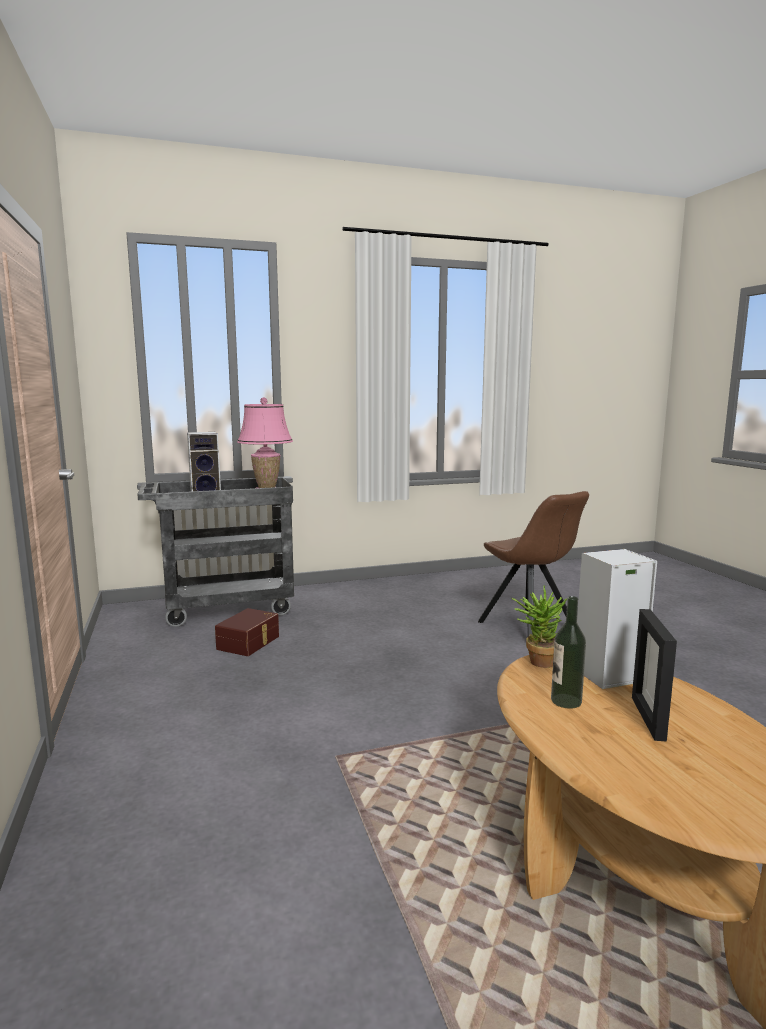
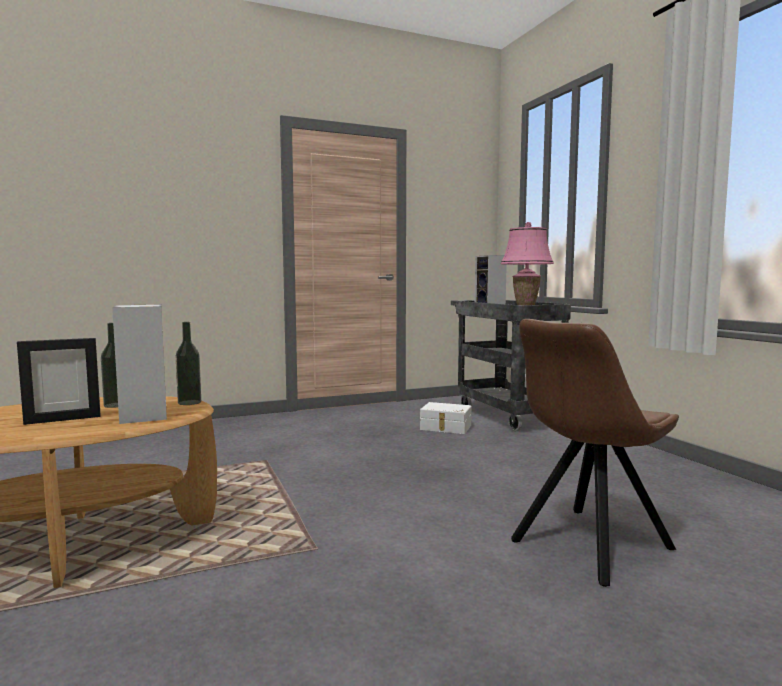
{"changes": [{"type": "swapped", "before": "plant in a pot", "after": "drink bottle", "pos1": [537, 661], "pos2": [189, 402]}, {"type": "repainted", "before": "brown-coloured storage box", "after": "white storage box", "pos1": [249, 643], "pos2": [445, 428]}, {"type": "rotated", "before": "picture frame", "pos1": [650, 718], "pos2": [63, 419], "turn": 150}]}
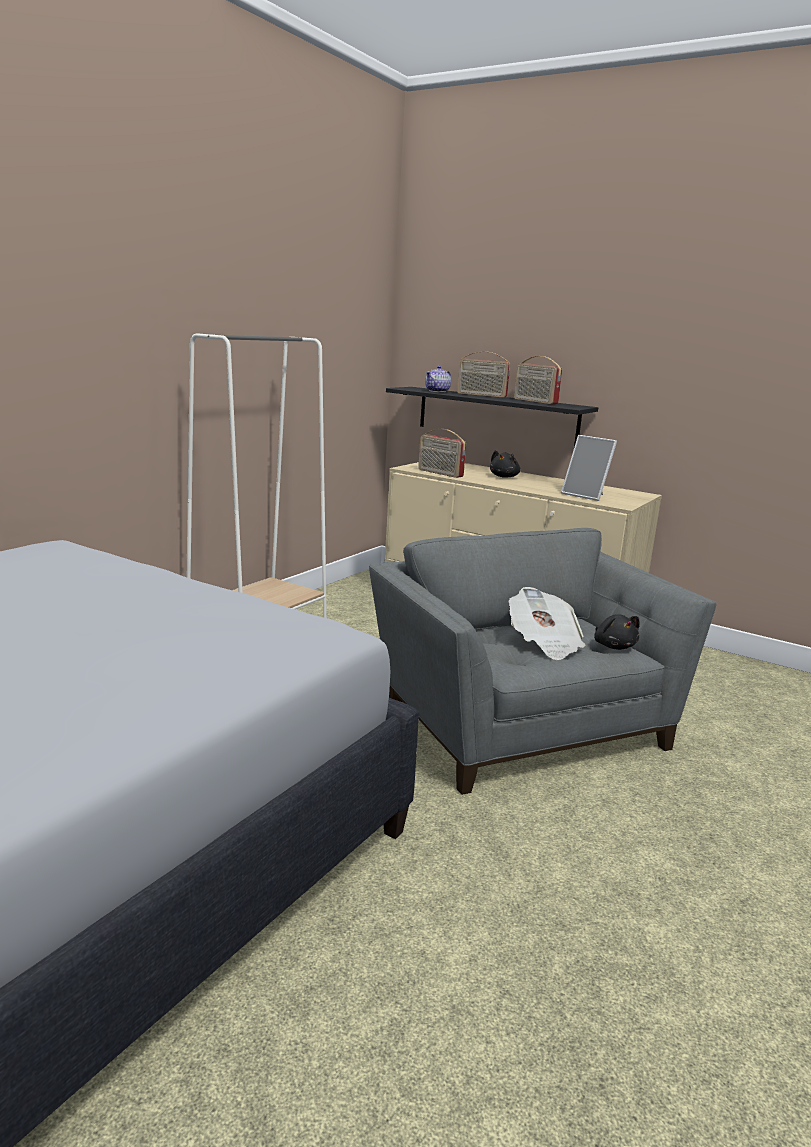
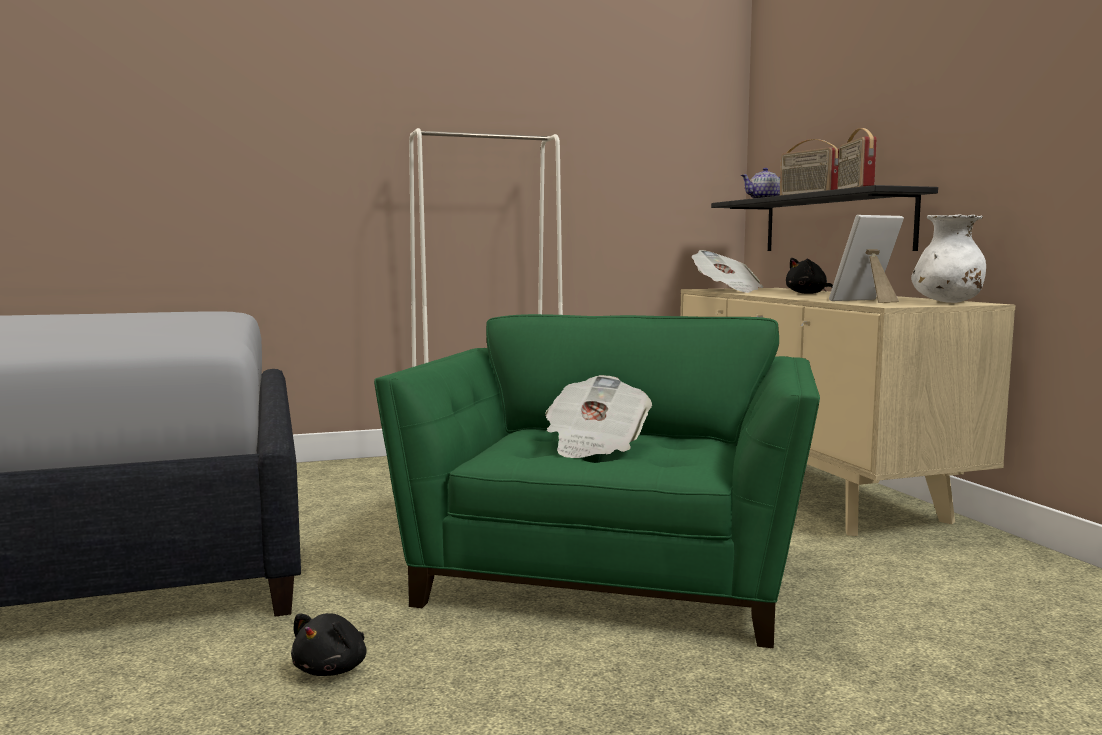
{"changes": [{"type": "new", "after": "white decorative vase", "pos2": [947, 302]}, {"type": "shifted", "before": "black soft toy", "pos1": [614, 646], "pos2": [333, 669]}, {"type": "swapped", "before": "radio receiver", "after": "newspaper", "pos1": [439, 473], "pos2": [727, 291]}, {"type": "repainted", "before": "grey lounge chair", "after": "greenish lounge chair", "pos1": [521, 723], "pos2": [610, 573]}, {"type": "rotated", "before": "picture frame", "pos1": [586, 495], "pos2": [866, 301], "turn": 75}]}
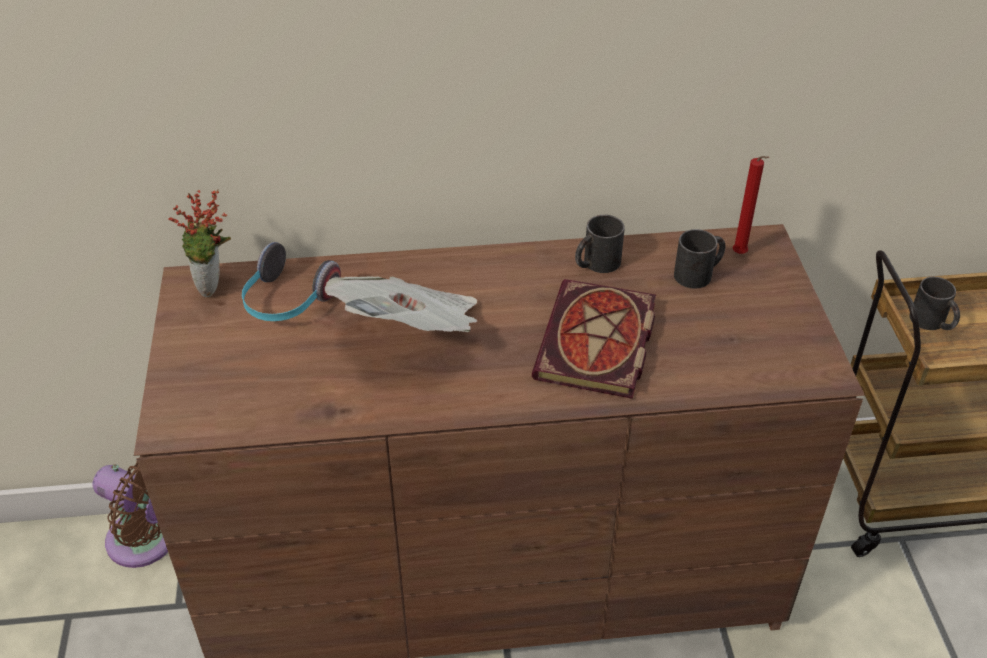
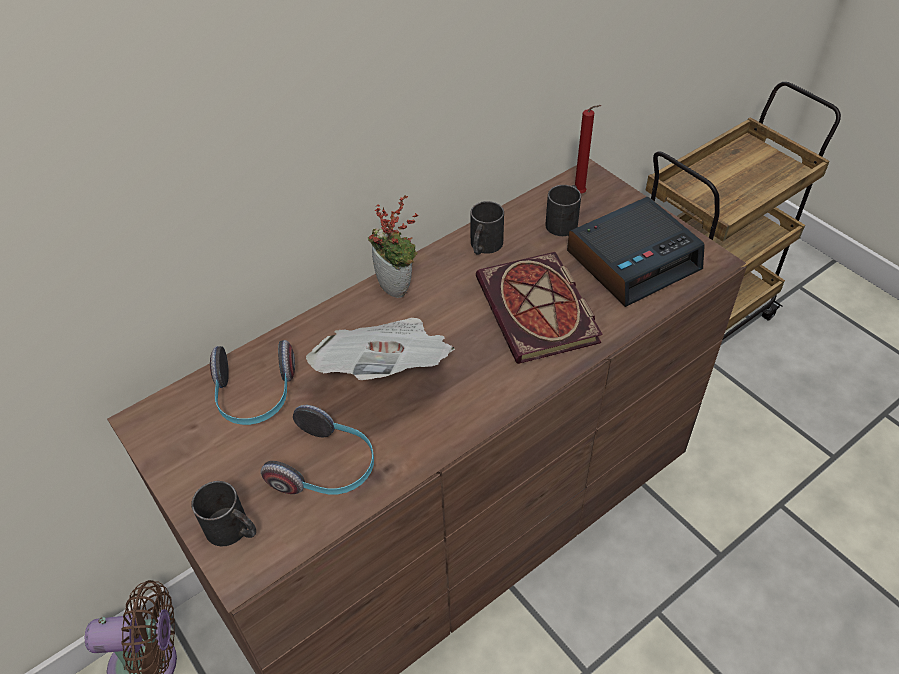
{"changes": [{"type": "new", "after": "headphones", "pos2": [327, 468]}, {"type": "new", "after": "table clock", "pos2": [633, 260]}, {"type": "shifted", "before": "plant in a pot", "pos1": [214, 287], "pos2": [398, 287]}, {"type": "shifted", "before": "black tea mug", "pos1": [932, 322], "pos2": [234, 530]}]}
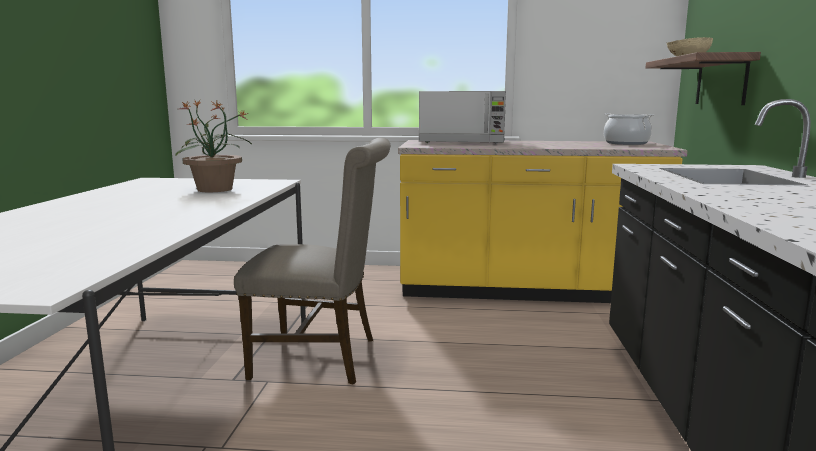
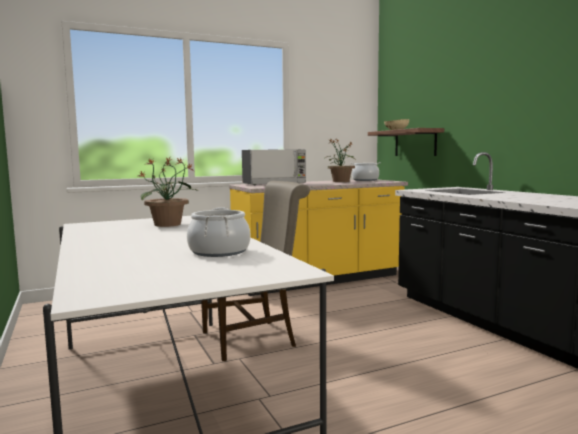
{"changes": [{"type": "new", "after": "cooking pot", "pos2": [219, 251]}, {"type": "new", "after": "plant in a pot", "pos2": [341, 181]}]}
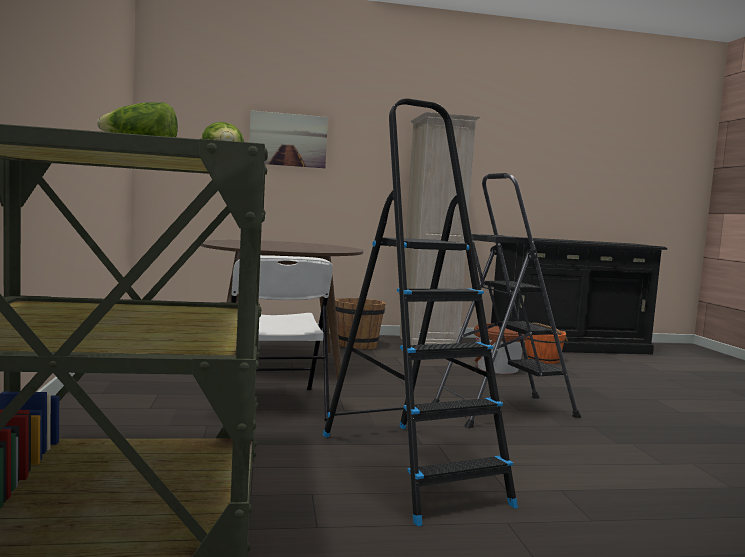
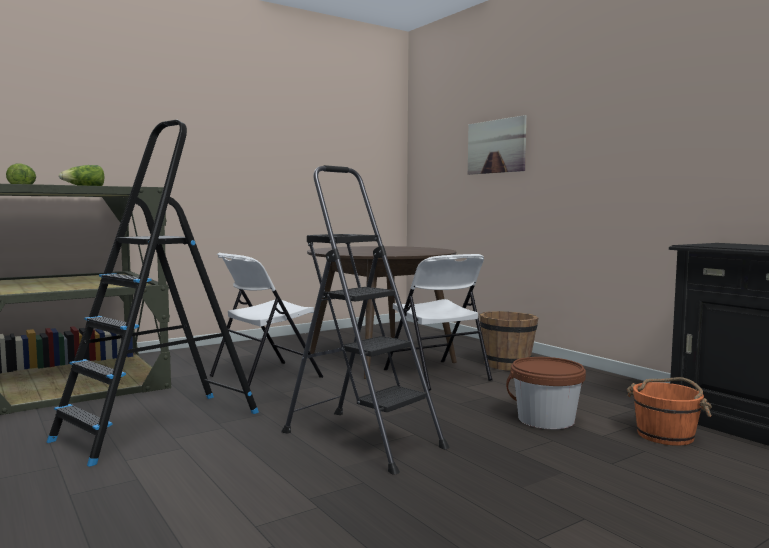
{"changes": [{"type": "gone", "before": "beige cabinet", "pos1": [428, 343]}, {"type": "new", "after": "white plain chair", "pos2": [436, 375]}]}
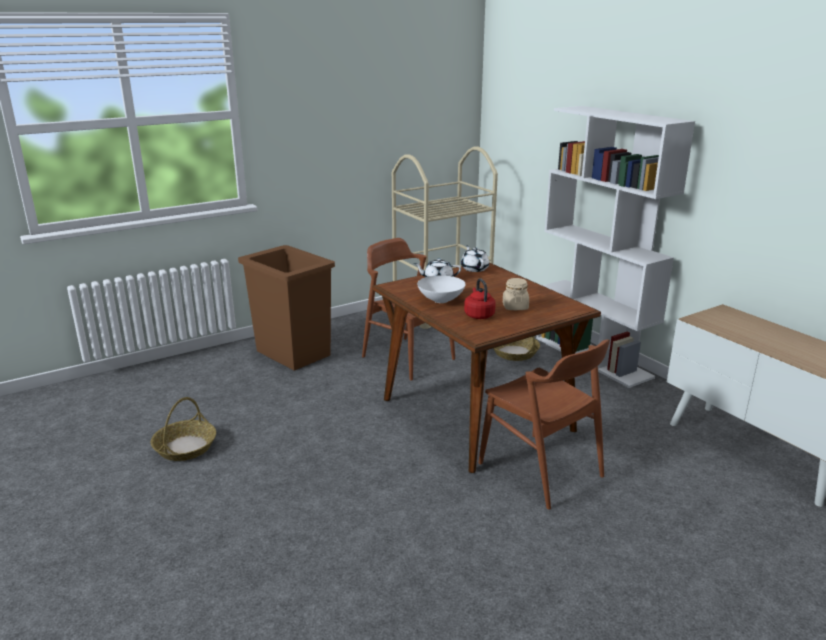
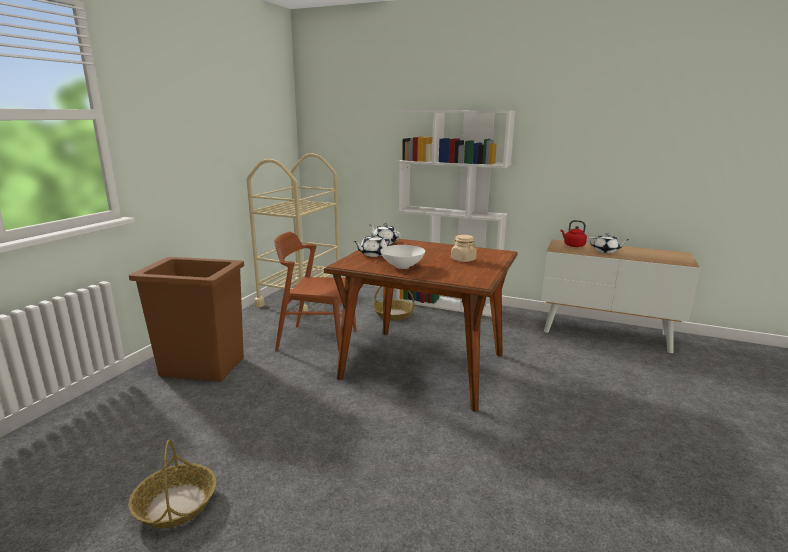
{"changes": [{"type": "gone", "before": "brown-coloured plain chair", "pos1": [540, 469]}, {"type": "new", "after": "white teapot", "pos2": [606, 251]}, {"type": "shifted", "before": "red-coloured tea kettle", "pos1": [478, 315], "pos2": [573, 245]}]}
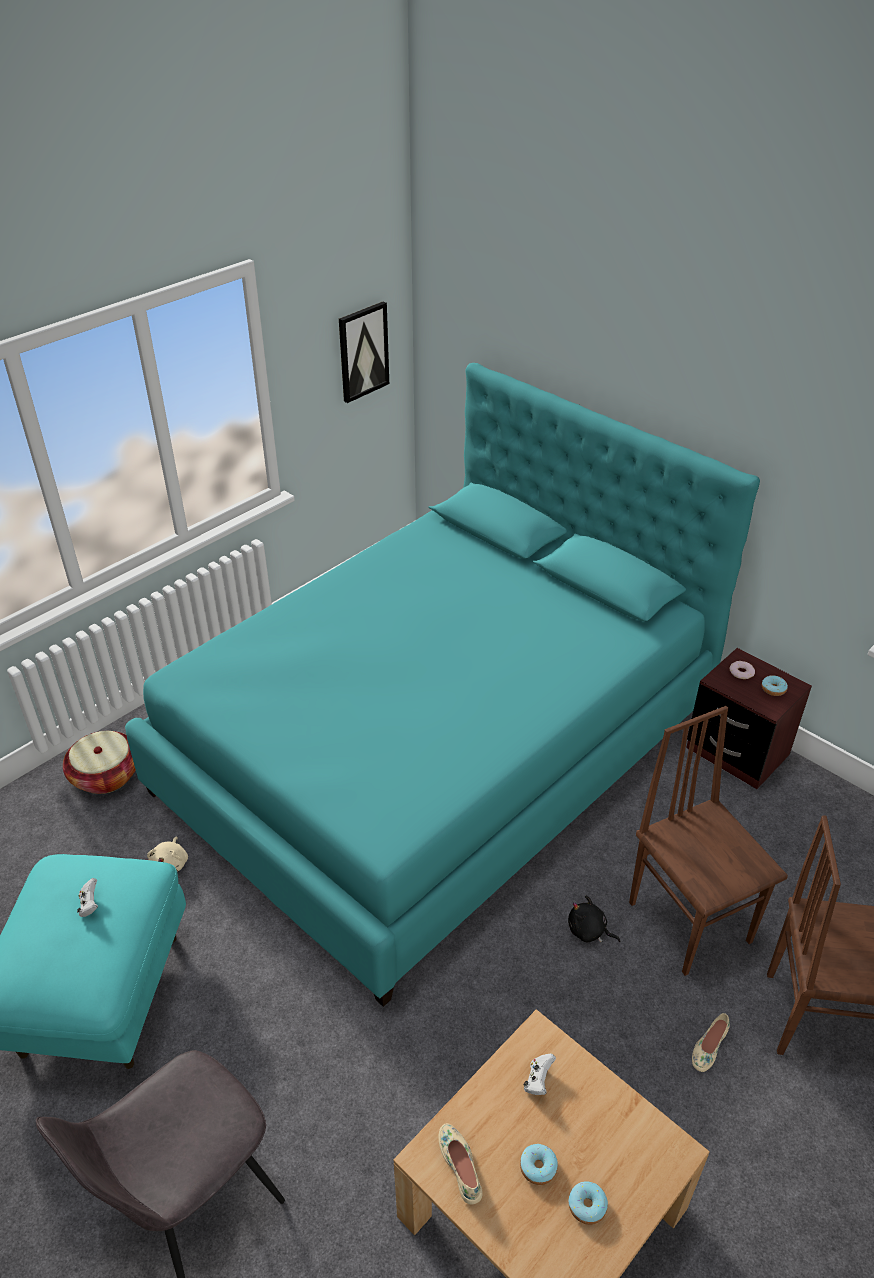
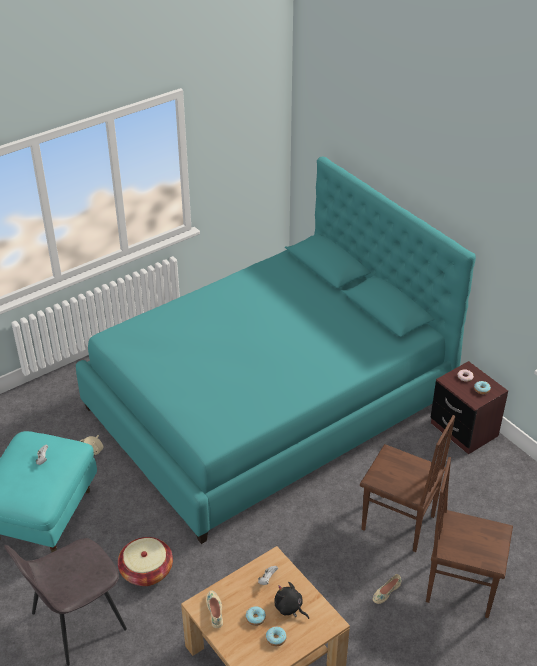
{"changes": [{"type": "gone", "before": "wall art", "pos1": [363, 351]}, {"type": "shifted", "before": "basket", "pos1": [106, 775], "pos2": [146, 571]}, {"type": "shifted", "before": "black soft toy", "pos1": [589, 931], "pos2": [289, 608]}, {"type": "rotated", "before": "brown-coloured plain chair", "pos1": [690, 920], "pos2": [398, 524], "turn": 135}]}
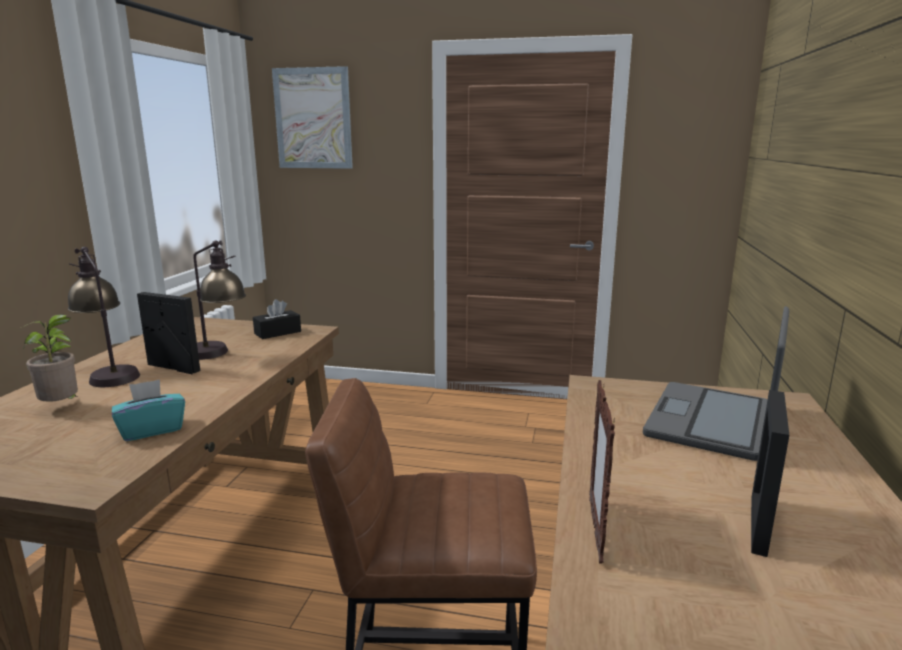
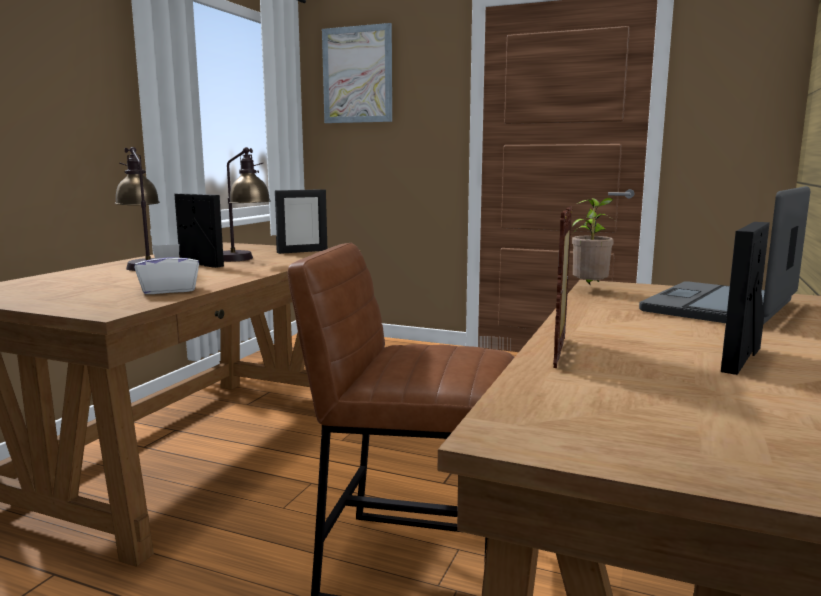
{"changes": [{"type": "shifted", "before": "plant in a pot", "pos1": [63, 407], "pos2": [590, 290]}, {"type": "swapped", "before": "black tissue holder", "after": "picture frame", "pos1": [277, 332], "pos2": [302, 251]}, {"type": "repainted", "before": "blue-green tissue holder", "after": "white tissue holder", "pos1": [152, 430], "pos2": [169, 290]}]}
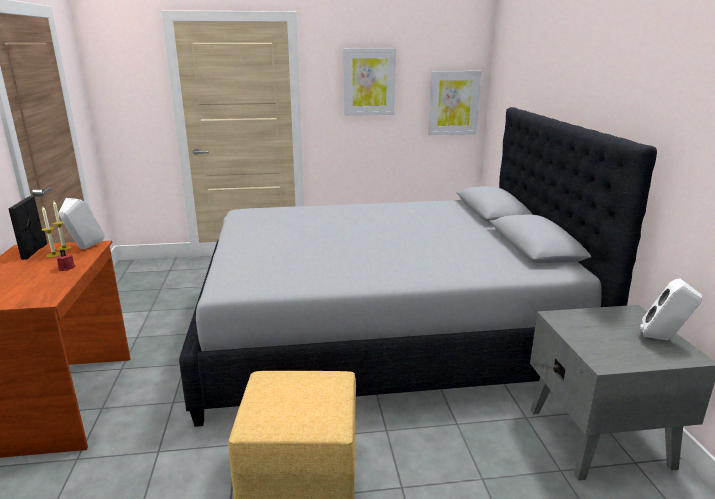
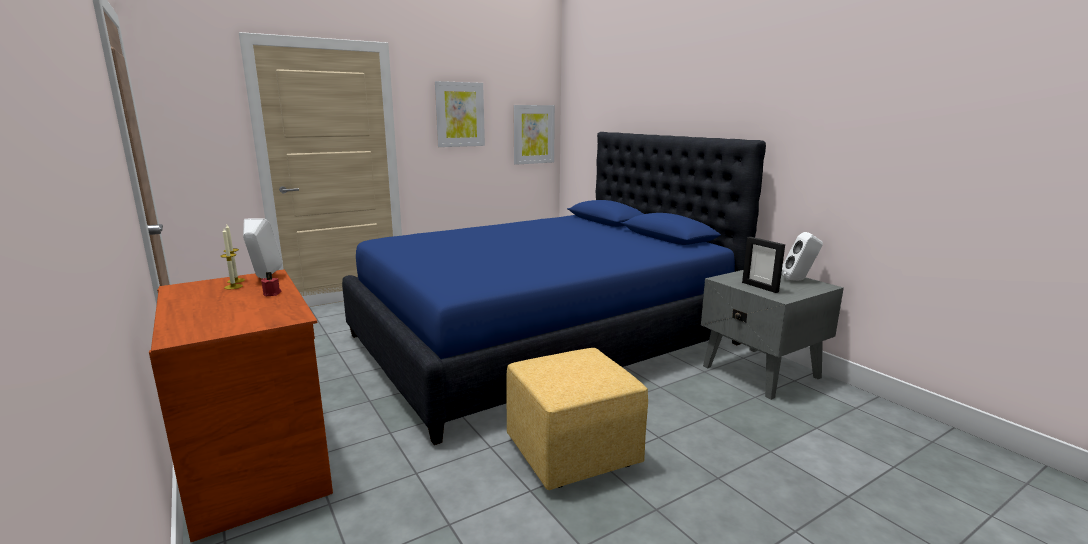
{"changes": [{"type": "shifted", "before": "picture frame", "pos1": [34, 251], "pos2": [760, 287]}, {"type": "repainted", "before": "grey bed", "after": "bluish bed", "pos1": [385, 333], "pos2": [544, 339]}]}
